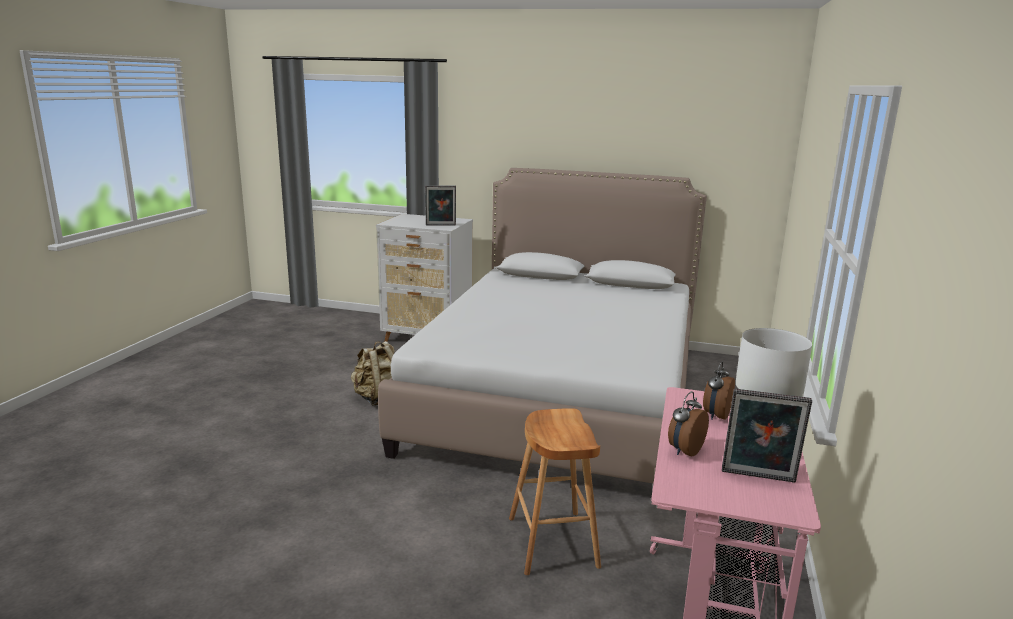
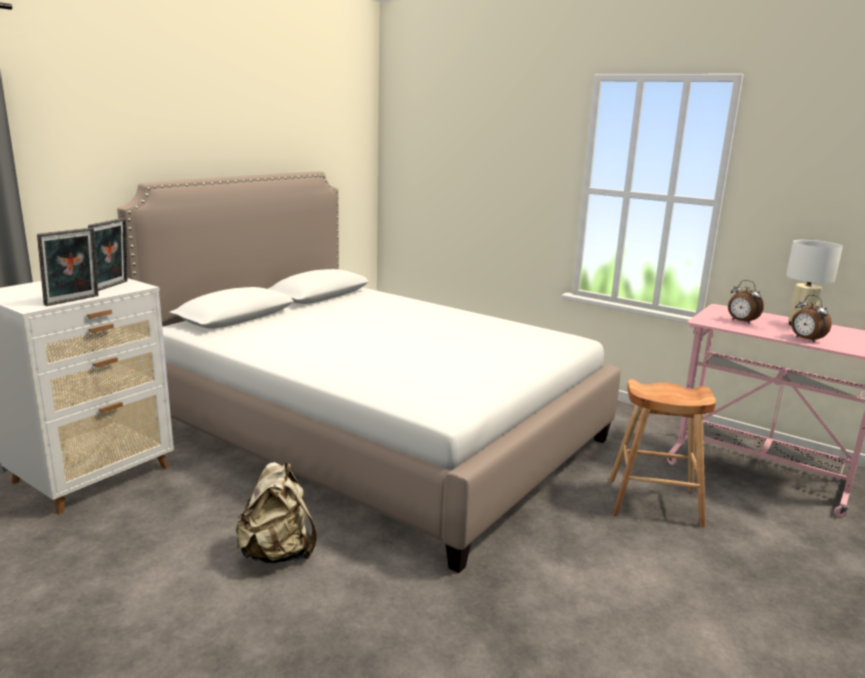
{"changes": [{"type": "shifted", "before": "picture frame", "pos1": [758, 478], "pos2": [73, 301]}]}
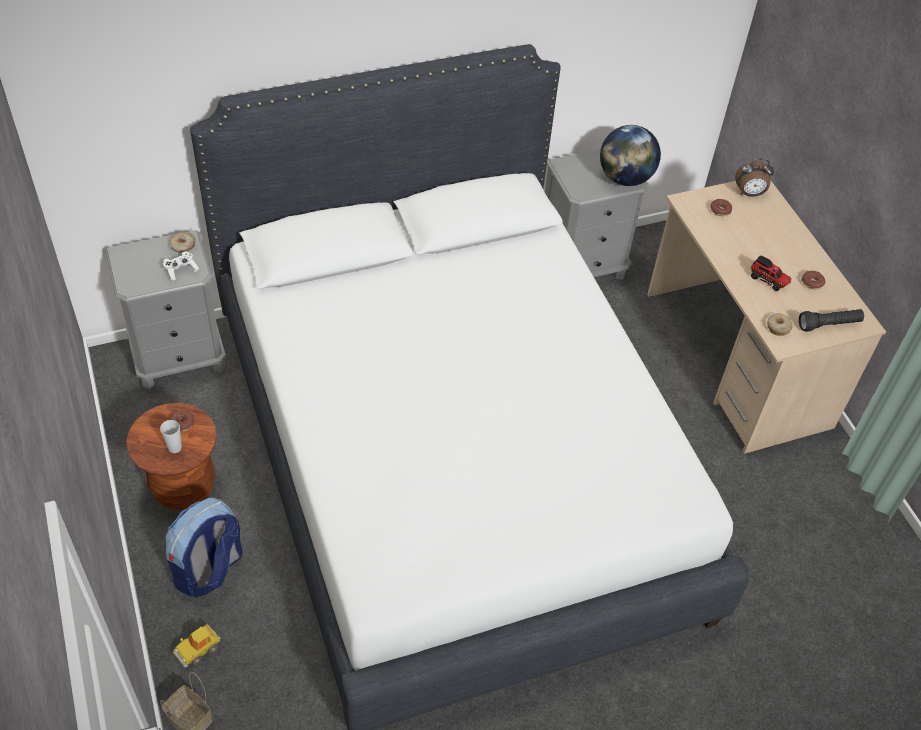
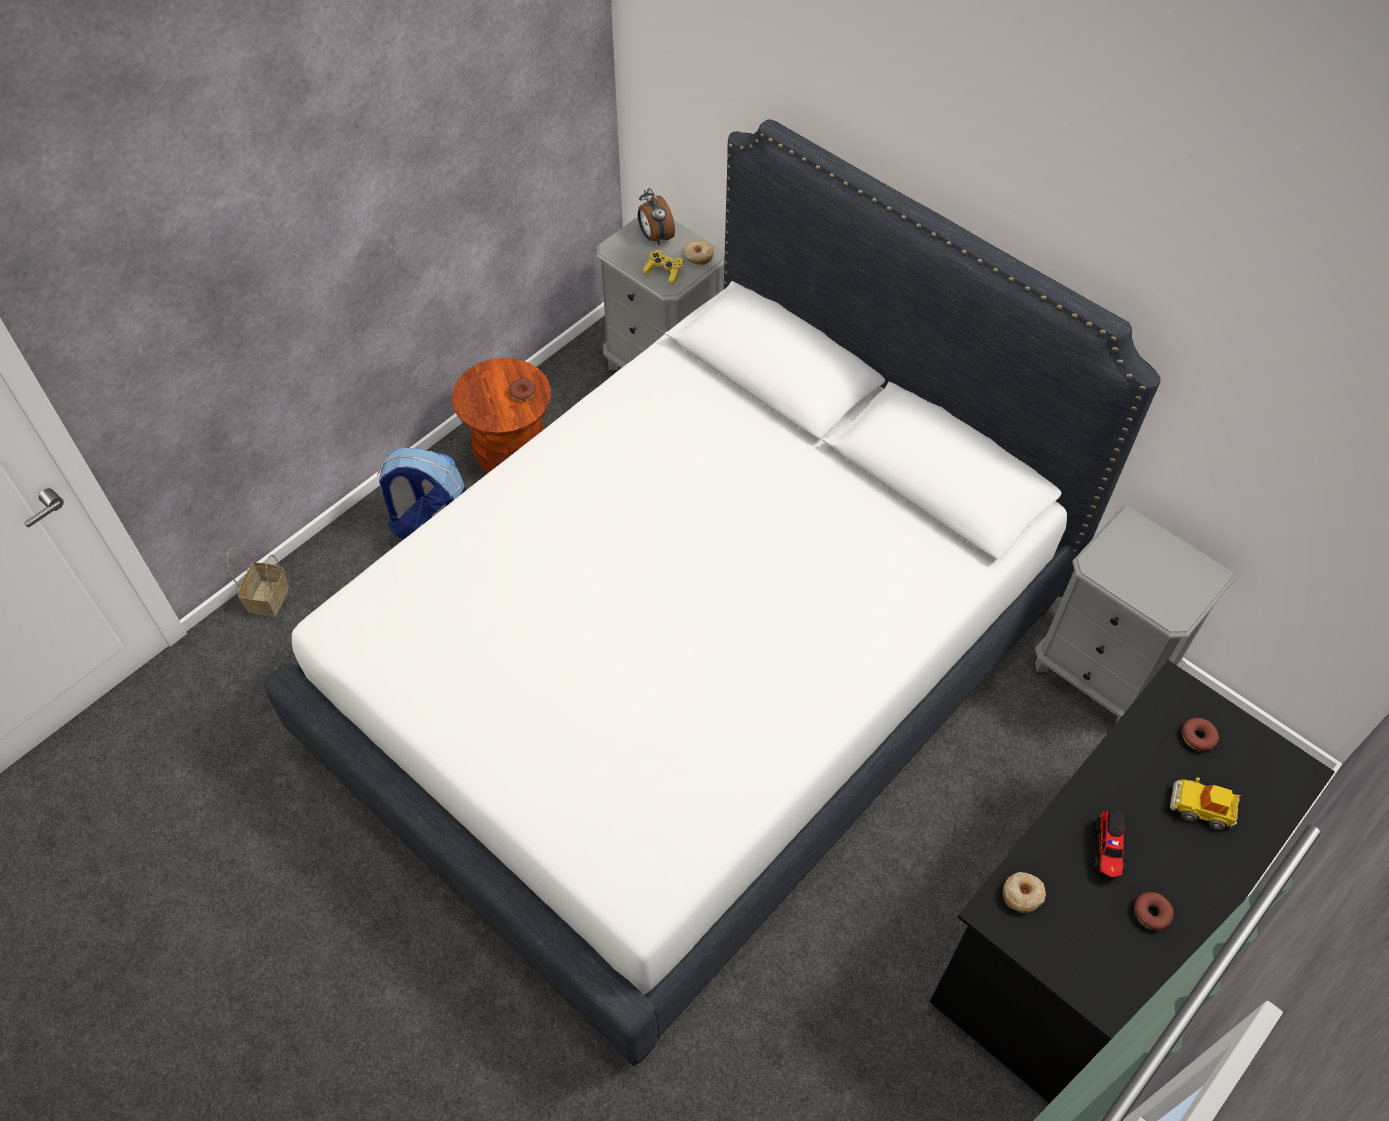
{"changes": [{"type": "gone", "before": "small cup", "pos1": [175, 448]}, {"type": "gone", "before": "globe", "pos1": [625, 178]}, {"type": "gone", "before": "black hand torch", "pos1": [829, 325]}, {"type": "shifted", "before": "toy car", "pos1": [198, 648], "pos2": [1202, 808]}, {"type": "shifted", "before": "table clock", "pos1": [749, 193], "pos2": [655, 237]}, {"type": "repainted", "before": "white gamepad", "after": "yellow-coloured gamepad", "pos1": [181, 270], "pos2": [664, 272]}, {"type": "repainted", "before": "beige desk", "after": "black desk", "pos1": [736, 359], "pos2": [1090, 930]}]}
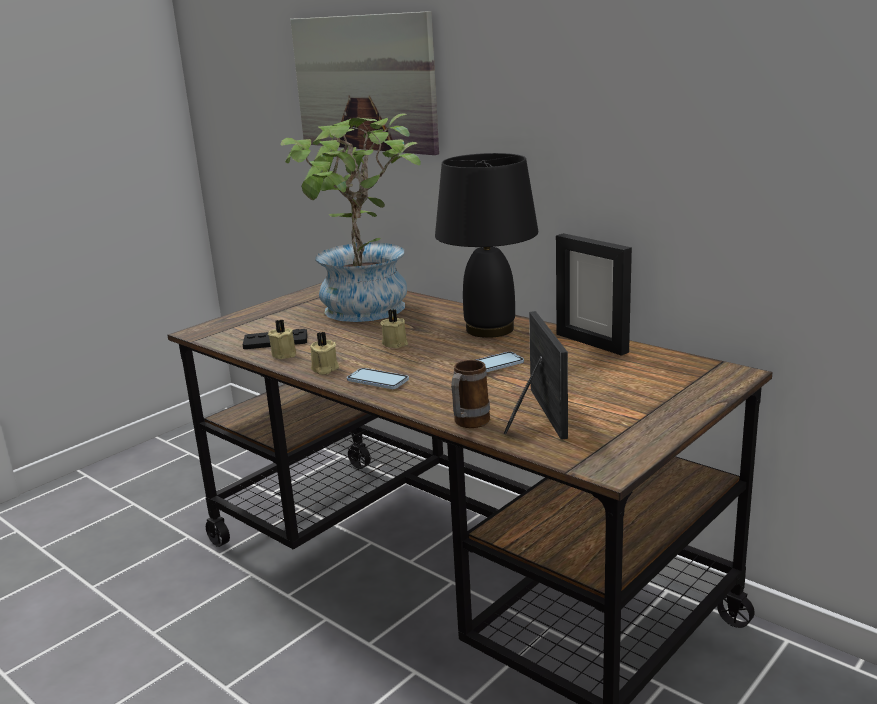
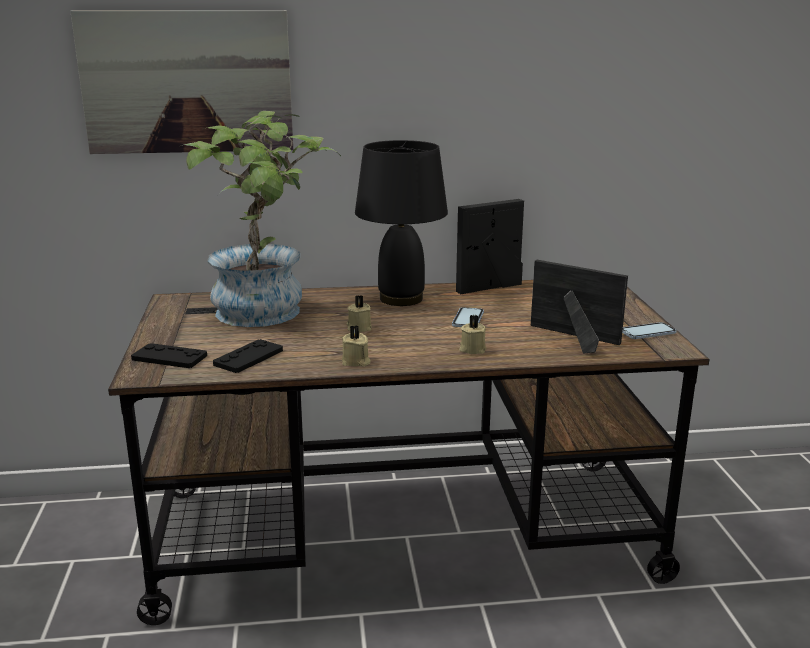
{"changes": [{"type": "gone", "before": "tea mug", "pos1": [468, 424]}, {"type": "new", "after": "black gamepad", "pos2": [169, 357]}, {"type": "shifted", "before": "beige candle", "pos1": [285, 354], "pos2": [472, 349]}, {"type": "shifted", "before": "phone", "pos1": [377, 380], "pos2": [647, 332]}, {"type": "rotated", "before": "picture frame", "pos1": [593, 342], "pos2": [489, 288], "turn": 150}]}
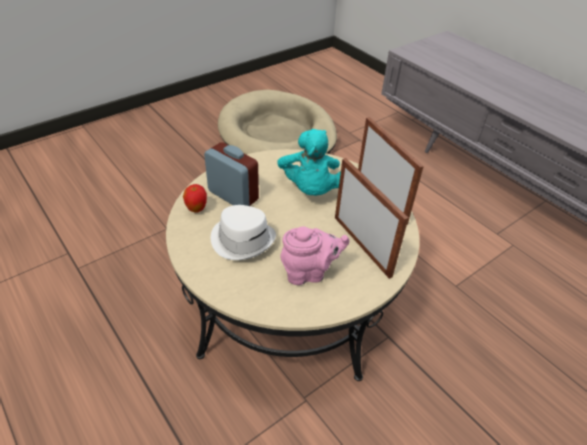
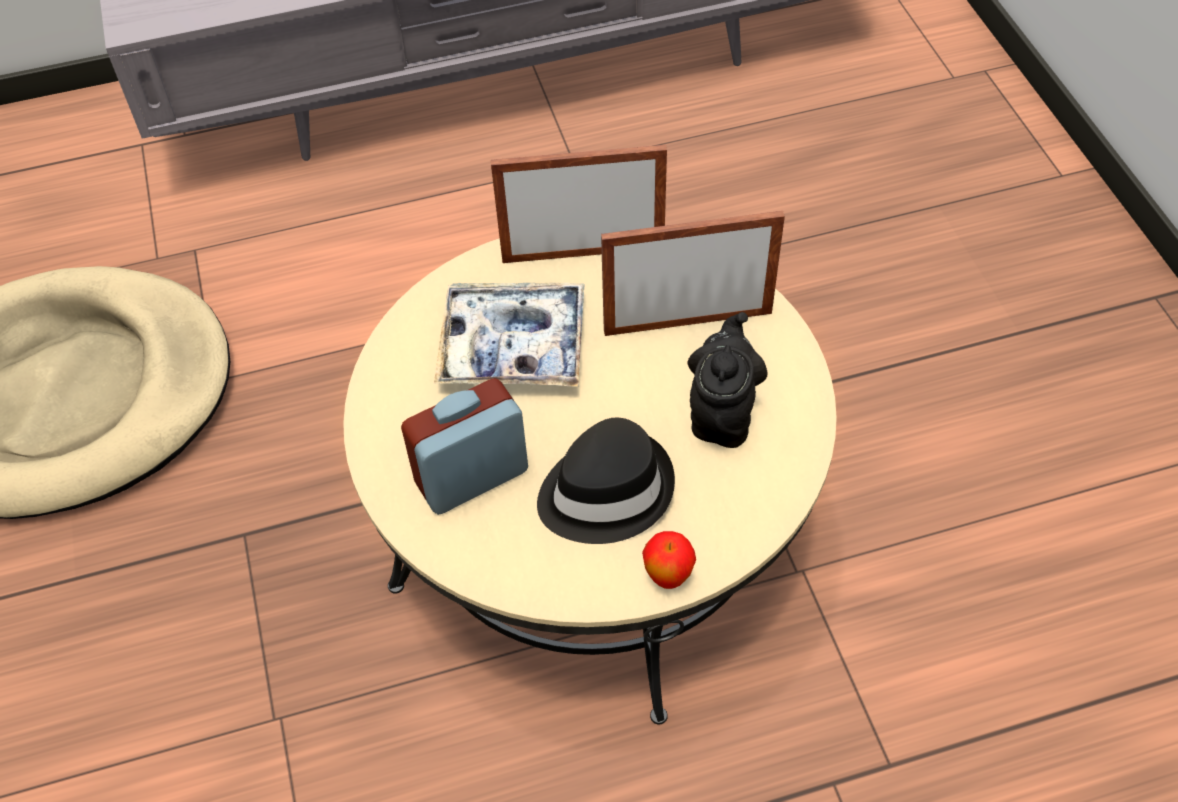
{"changes": [{"type": "shifted", "before": "apple", "pos1": [196, 209], "pos2": [668, 576]}, {"type": "swapped", "before": "blue-green soft toy", "after": "tray", "pos1": [311, 190], "pos2": [513, 345]}, {"type": "repainted", "before": "white hat", "after": "black hat", "pos1": [242, 239], "pos2": [605, 490]}, {"type": "repainted", "before": "pink teapot", "after": "black teapot", "pos1": [309, 272], "pos2": [722, 414]}]}
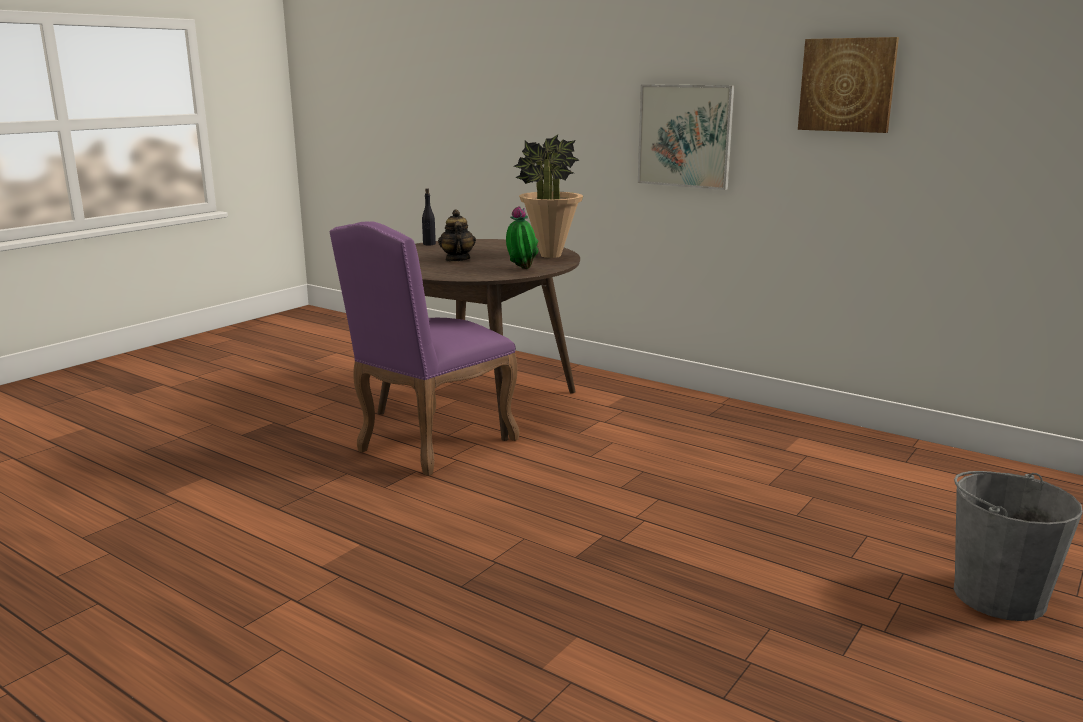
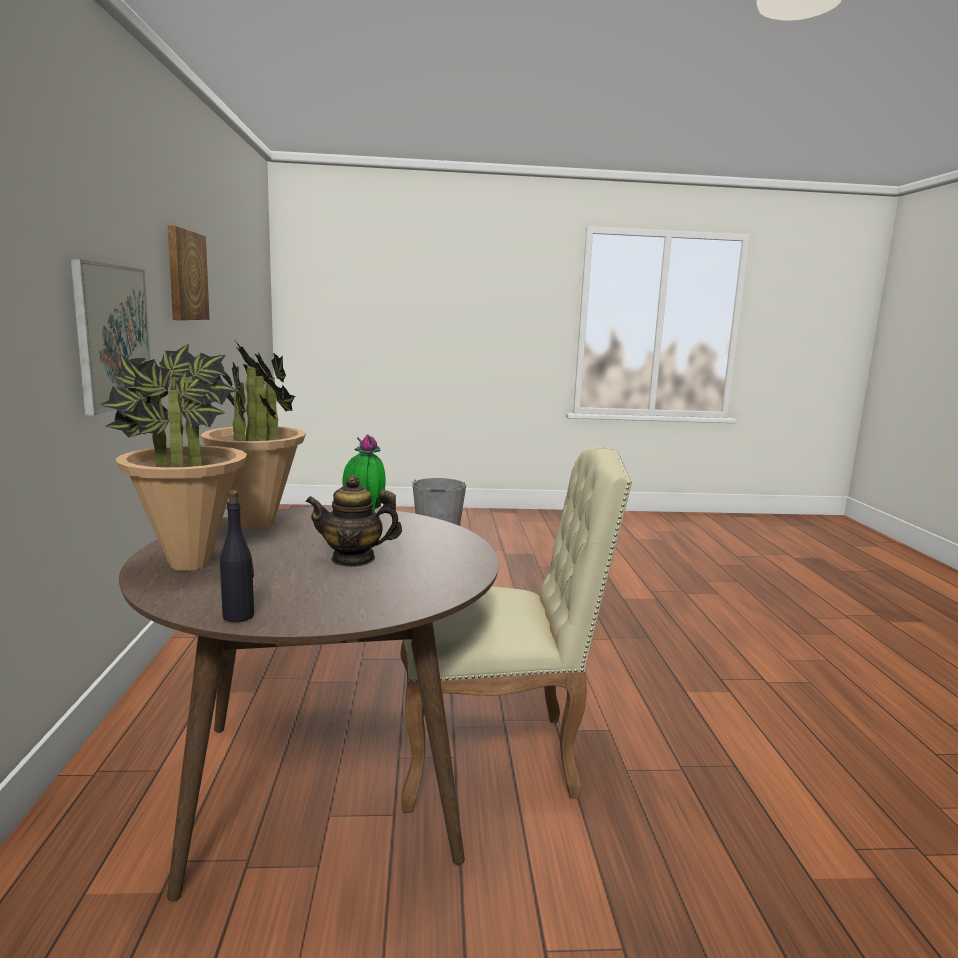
{"changes": [{"type": "new", "after": "plant in a pot", "pos2": [189, 564]}, {"type": "repainted", "before": "purple-coloured plain chair", "after": "beige plain chair", "pos1": [431, 444], "pos2": [493, 754]}, {"type": "rotated", "before": "teapot", "pos1": [457, 259], "pos2": [353, 559], "turn": 45}]}
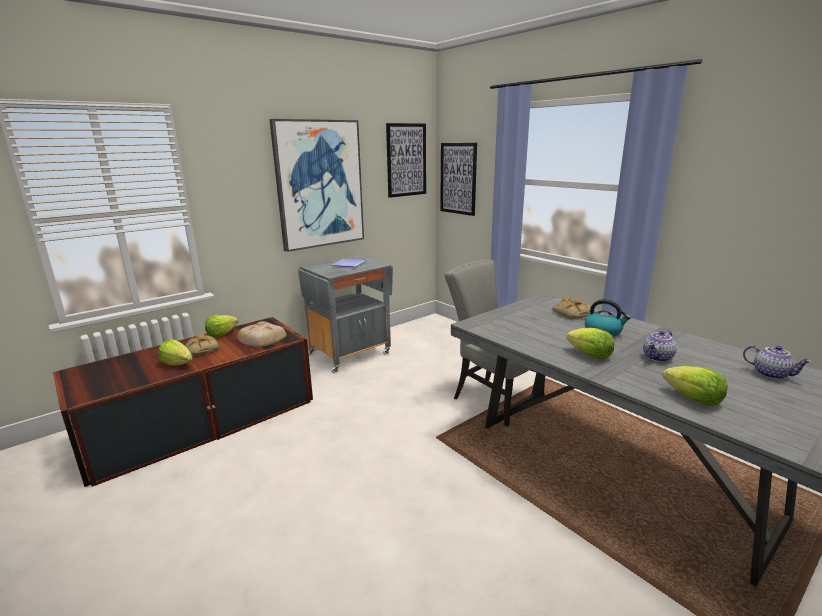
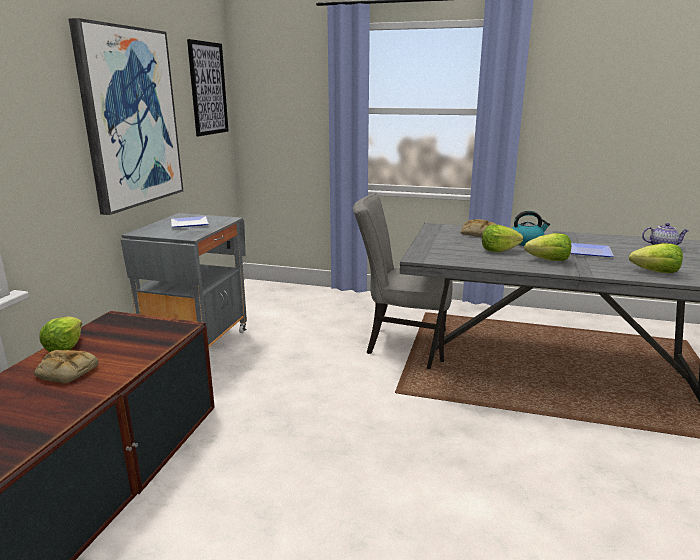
{"changes": [{"type": "gone", "before": "bread", "pos1": [262, 339]}, {"type": "gone", "before": "wall art", "pos1": [458, 178]}, {"type": "shifted", "before": "head of lettuce", "pos1": [178, 363], "pos2": [498, 250]}, {"type": "swapped", "before": "teapot", "after": "dinner plate", "pos1": [658, 358], "pos2": [591, 252]}]}
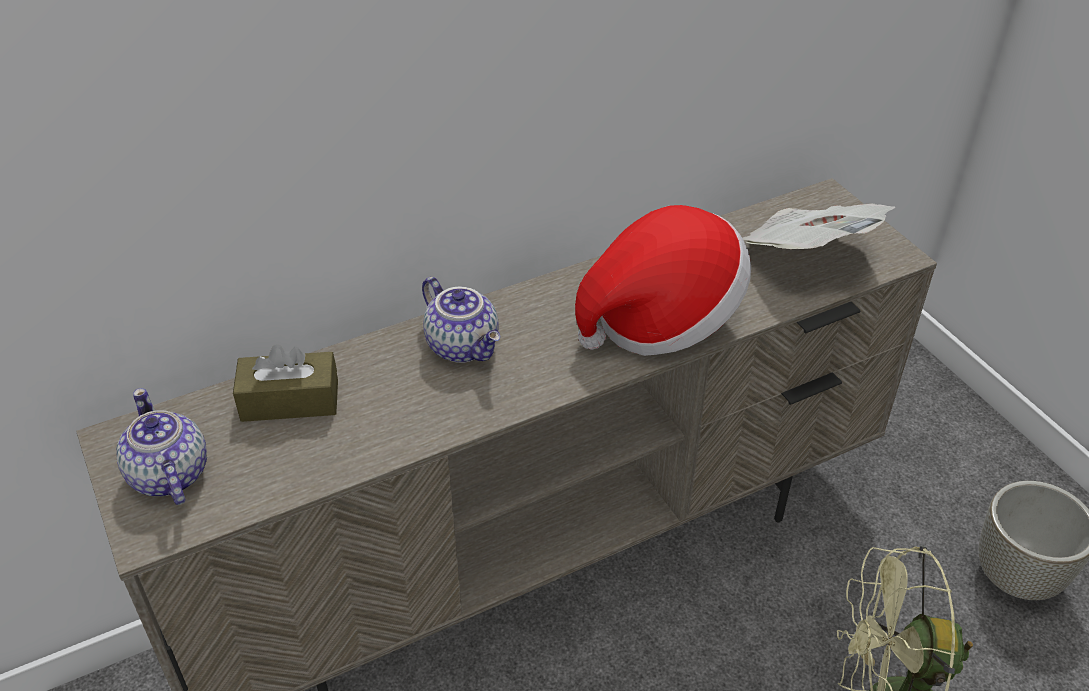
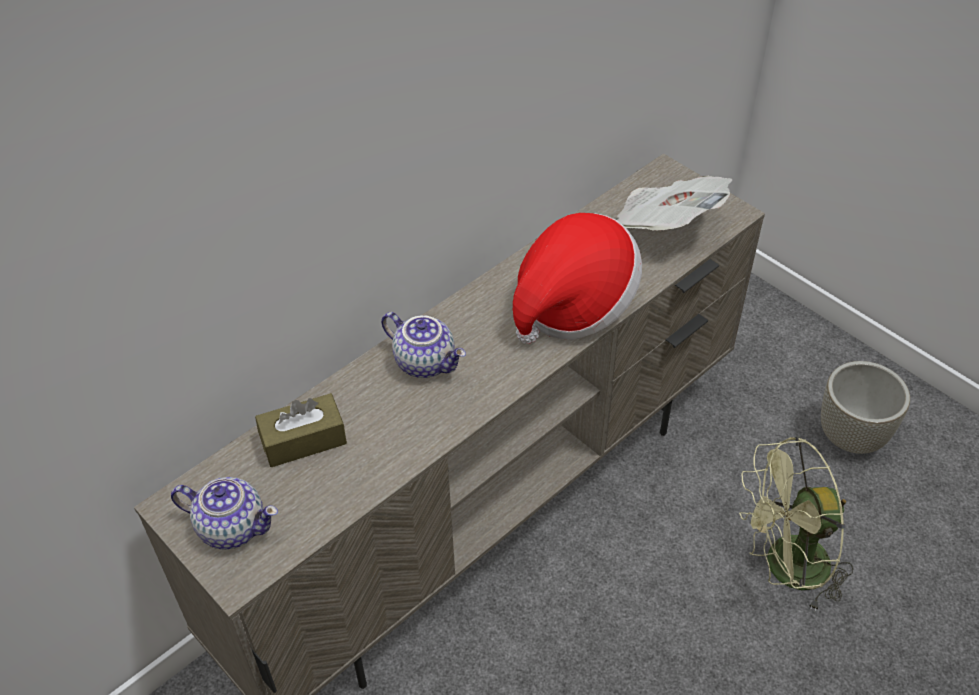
{"changes": [{"type": "rotated", "before": "teapot", "pos1": [168, 476], "pos2": [231, 526], "turn": 150}]}
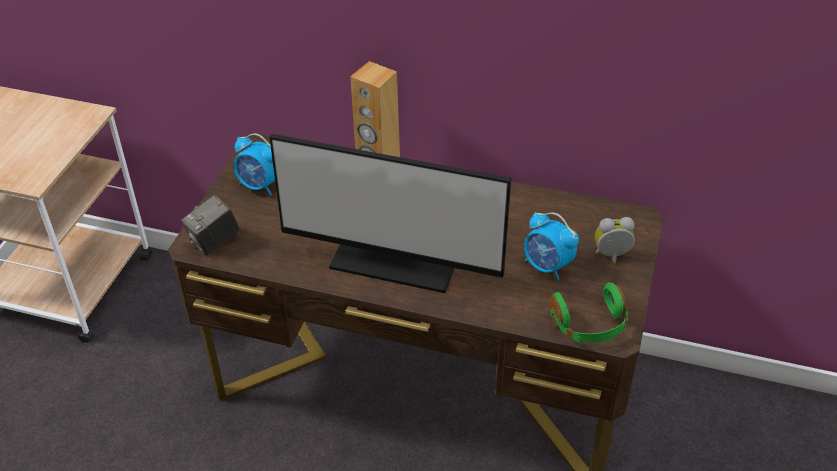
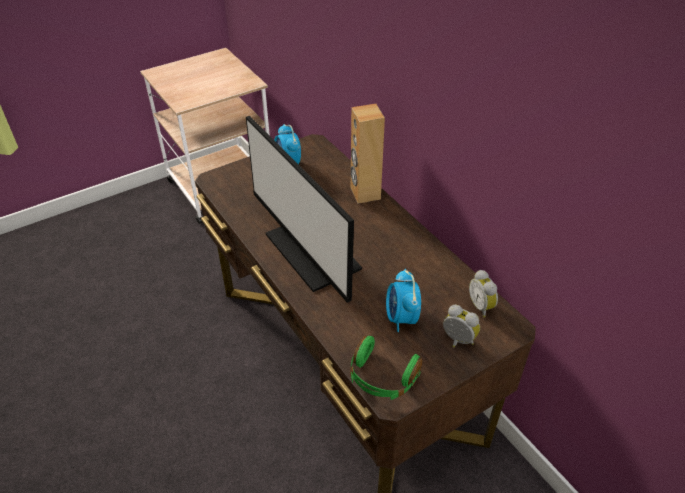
{"changes": [{"type": "gone", "before": "still camera", "pos1": [214, 242]}, {"type": "new", "after": "table clock", "pos2": [482, 306]}]}
